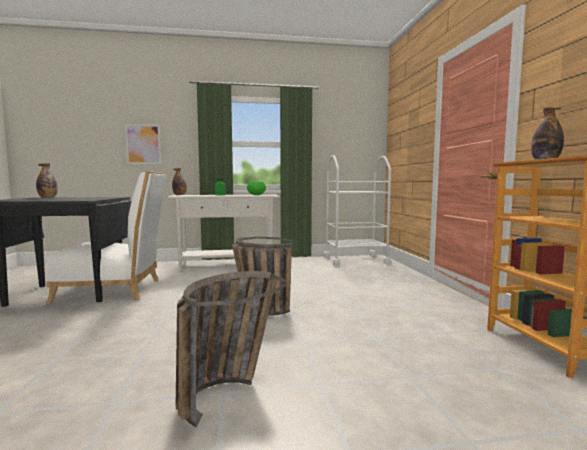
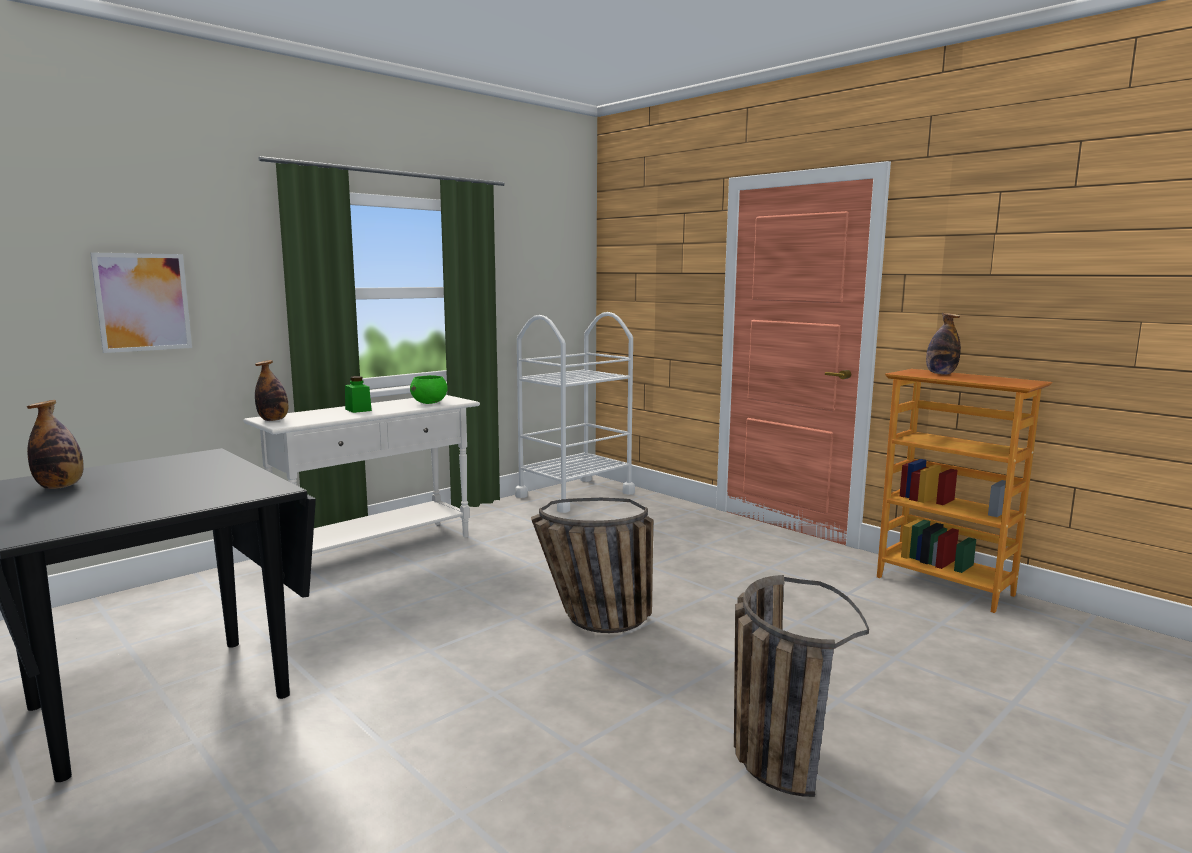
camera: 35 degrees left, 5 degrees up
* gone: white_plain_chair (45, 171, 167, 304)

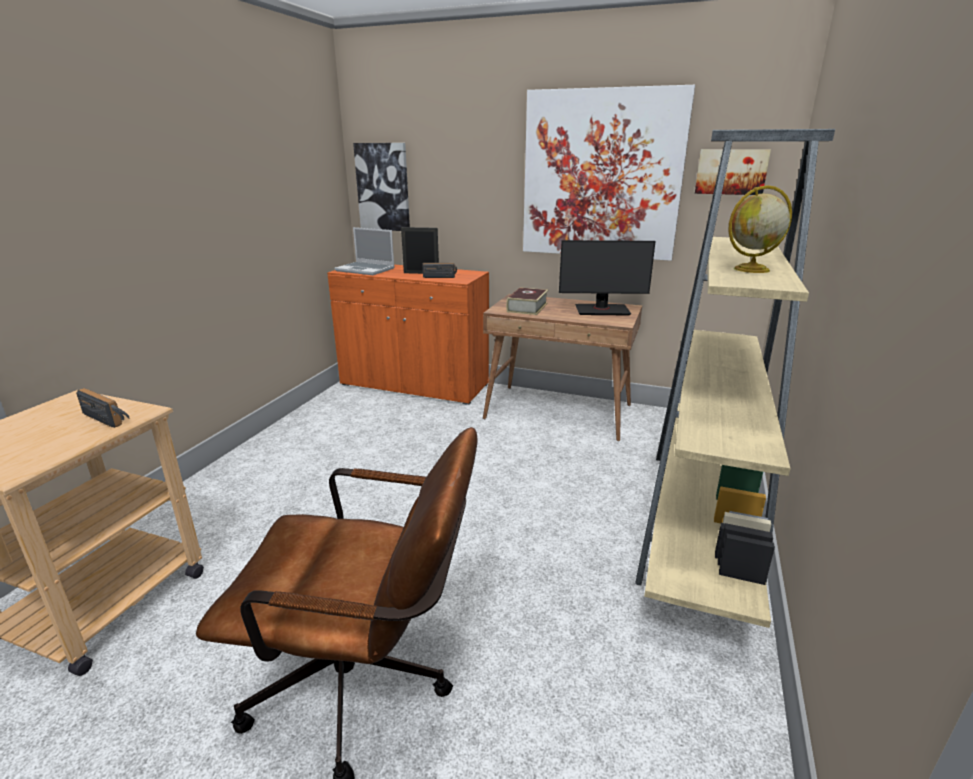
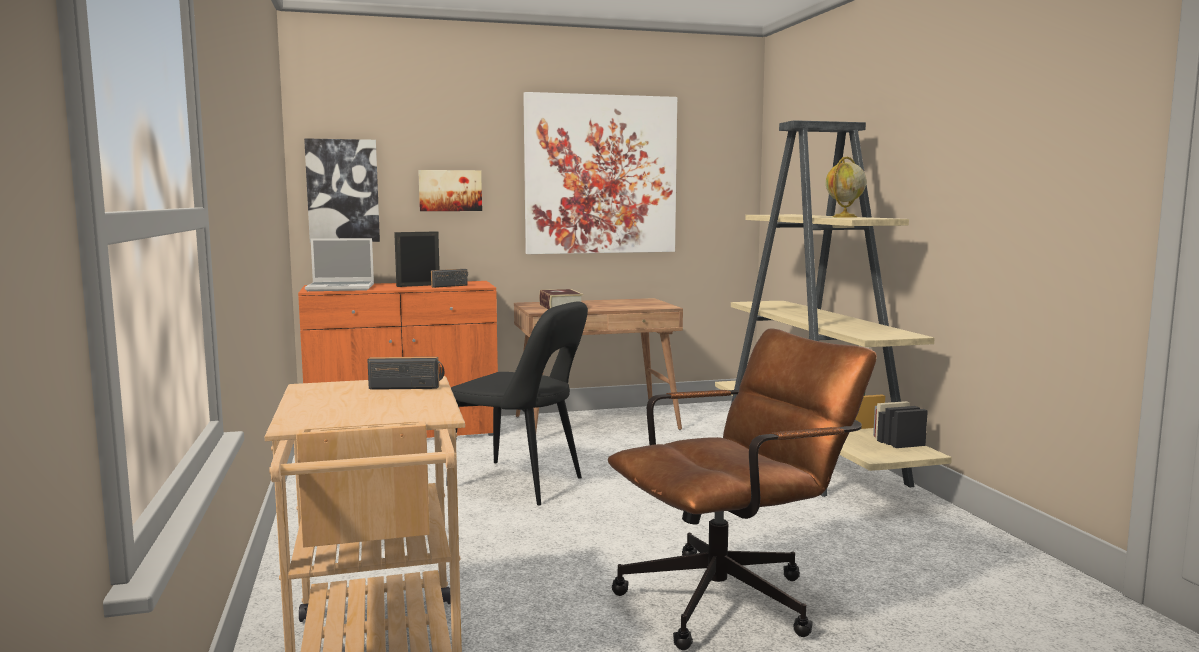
camera: 35 degrees left, 15 degrees down
* gone: computer_display (559, 240, 656, 315)
* shifted: picture (695, 149, 771, 195) to (418, 170, 482, 211)
* new: blackish_plain_chair (446, 301, 588, 505)

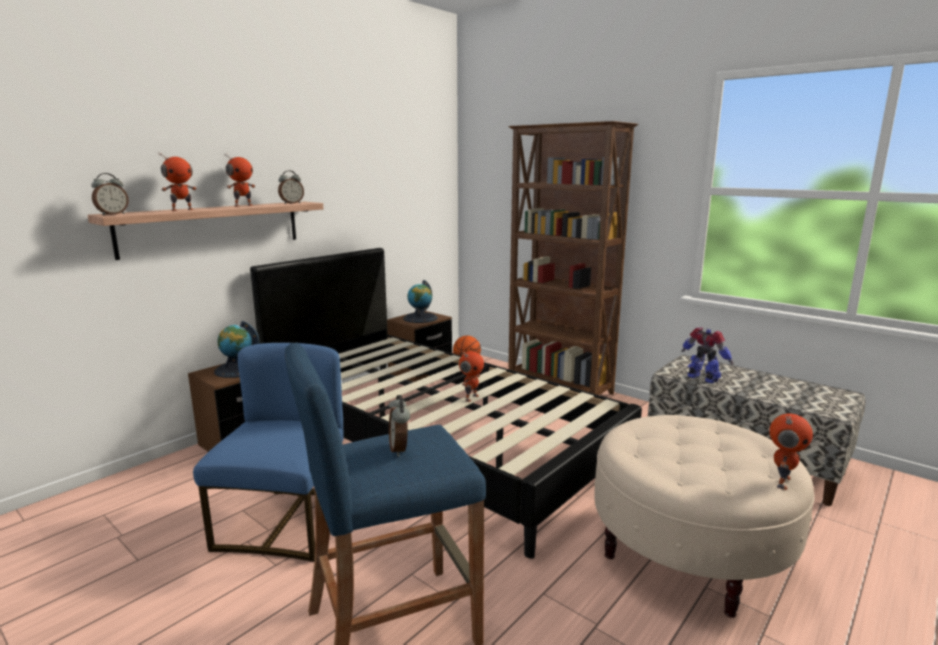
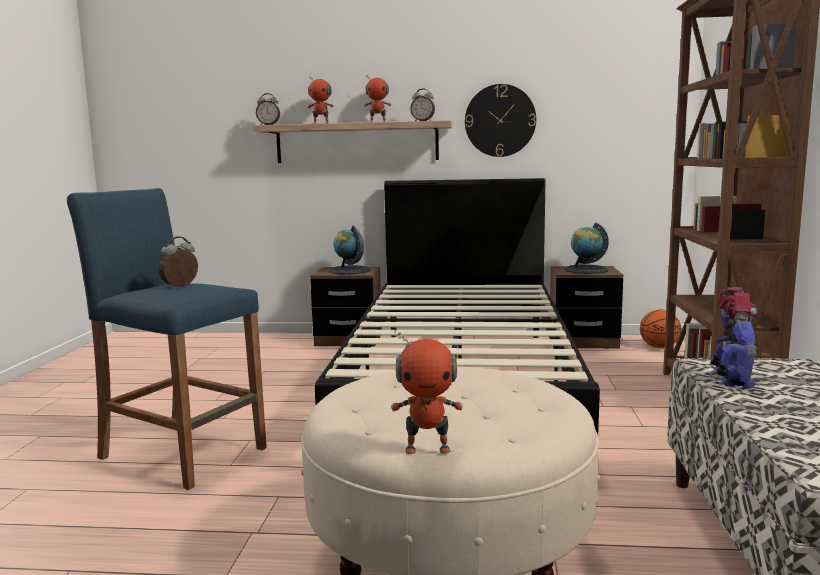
camera: 55 degrees right, 5 degrees down
* gone: bluish_plain_chair (193, 343, 344, 562)
* gone: toy_robot (459, 351, 484, 402)
* new: wall_clock (465, 84, 536, 157)

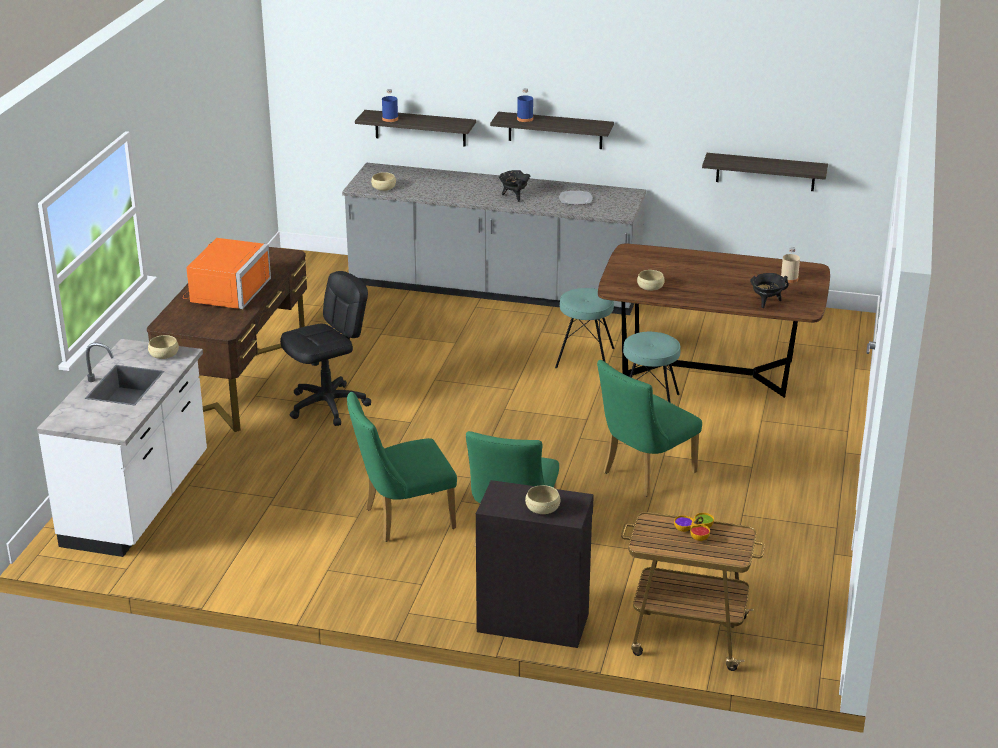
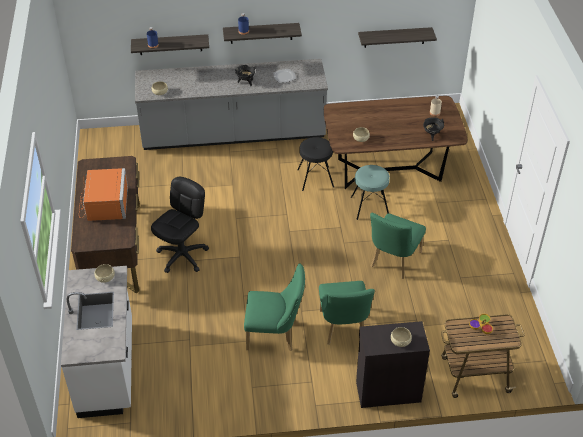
camera: 20 degrees left, 15 degrees up
* rotated: greenish_plain_chair (347, 392, 457, 542) = (244, 263, 305, 351) 135 degrees counterclockwise
* repainted: turquoise_stool (555, 288, 615, 368) to blackish_stool (297, 137, 334, 191)

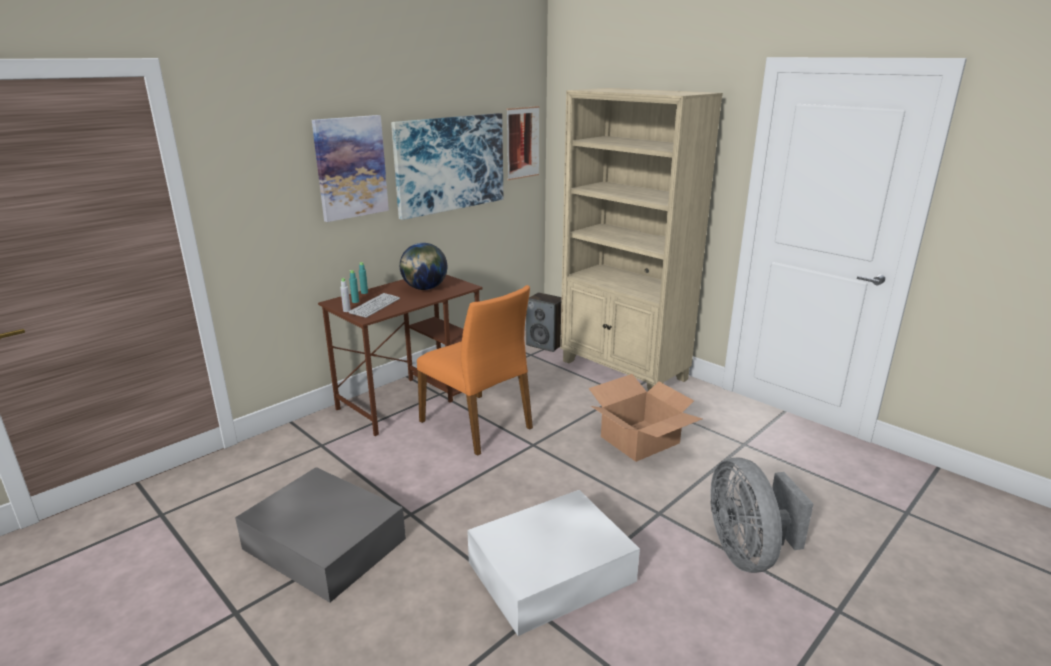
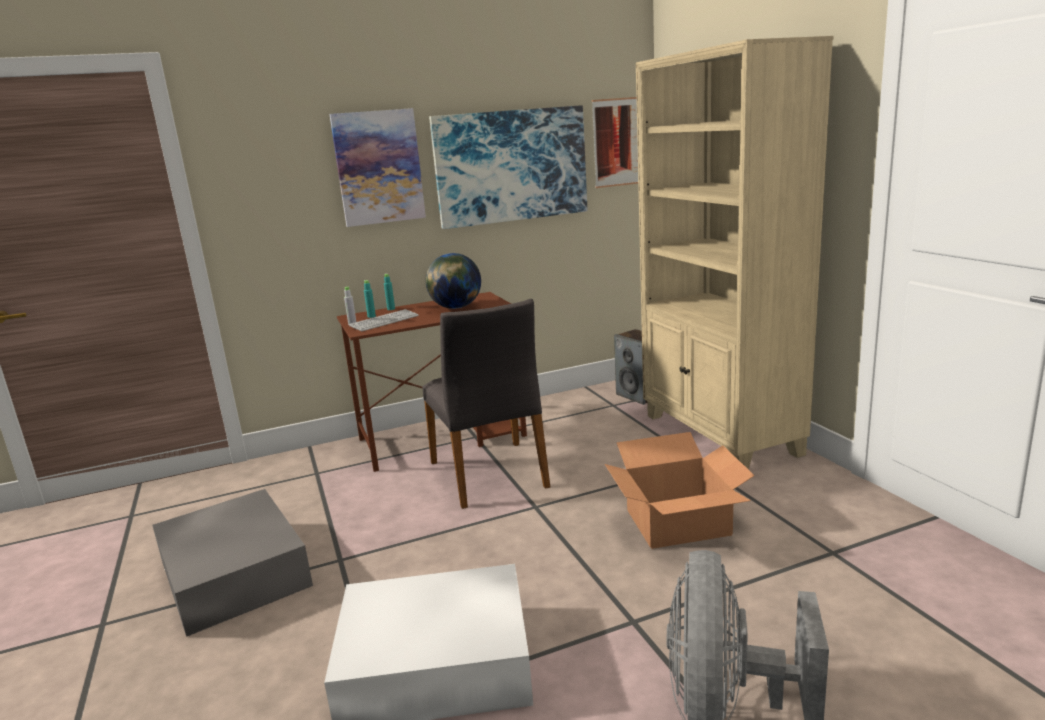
camera: 25 degrees right, 5 degrees down
* repainted: orange_plain_chair (417, 285, 533, 456) to greyish_plain_chair (423, 299, 550, 509)

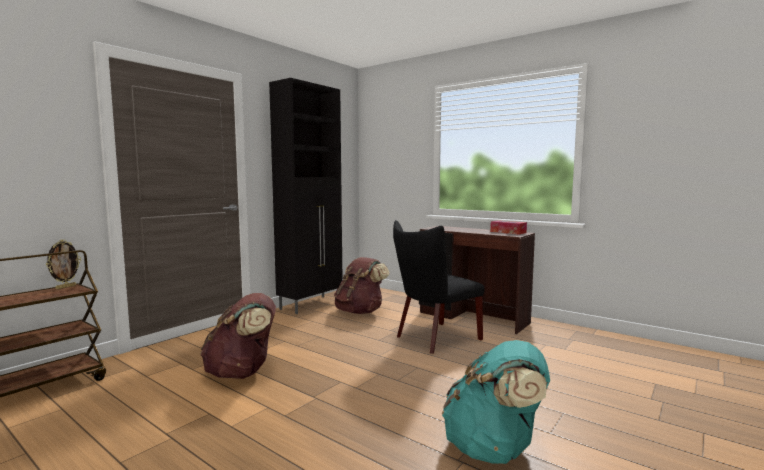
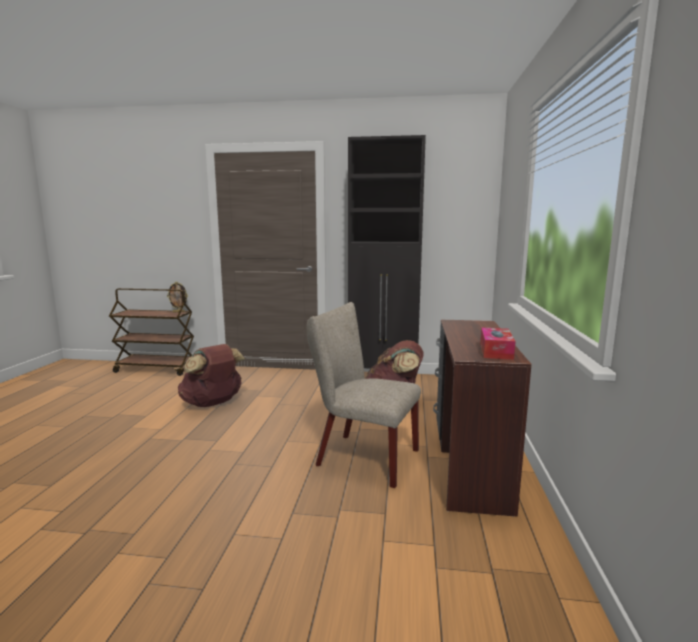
camera: 60 degrees right, 5 degrees up
* repainted: blackish_plain_chair (393, 220, 484, 354) to beige-coloured_plain_chair (307, 302, 421, 488)
* gone: turquoise_knapsack (442, 340, 550, 464)

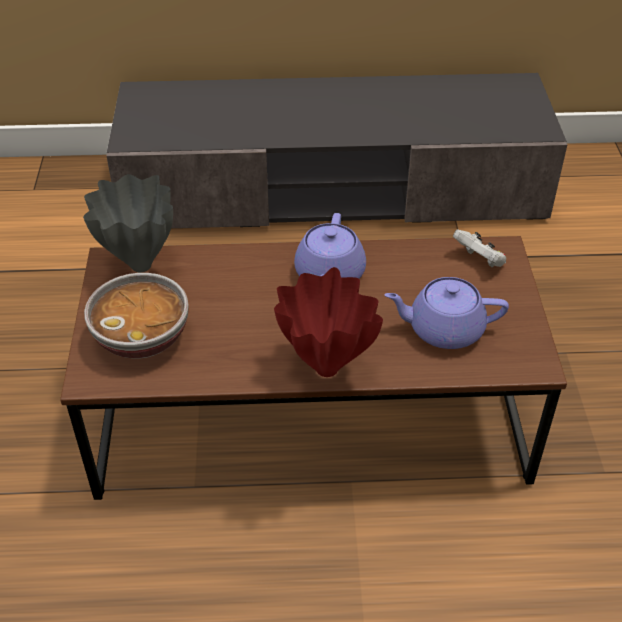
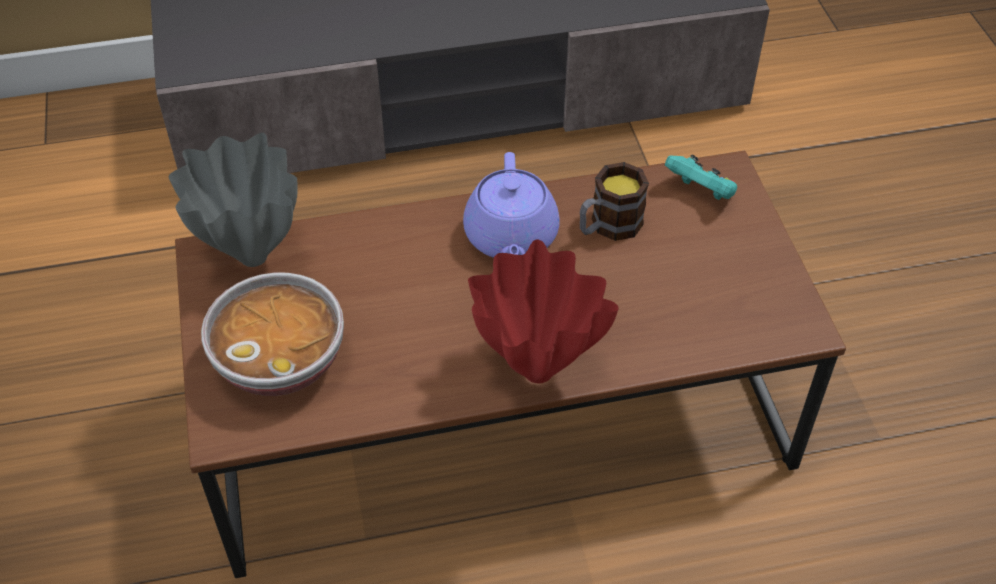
camera: 10 degrees left, 5 degrees up
* gone: purplish_teapot (384, 277, 509, 349)
* repainted: white_gamepad (453, 230, 507, 267) to turquoise_gamepad (665, 155, 737, 200)
* new: tea_mug (580, 162, 649, 241)

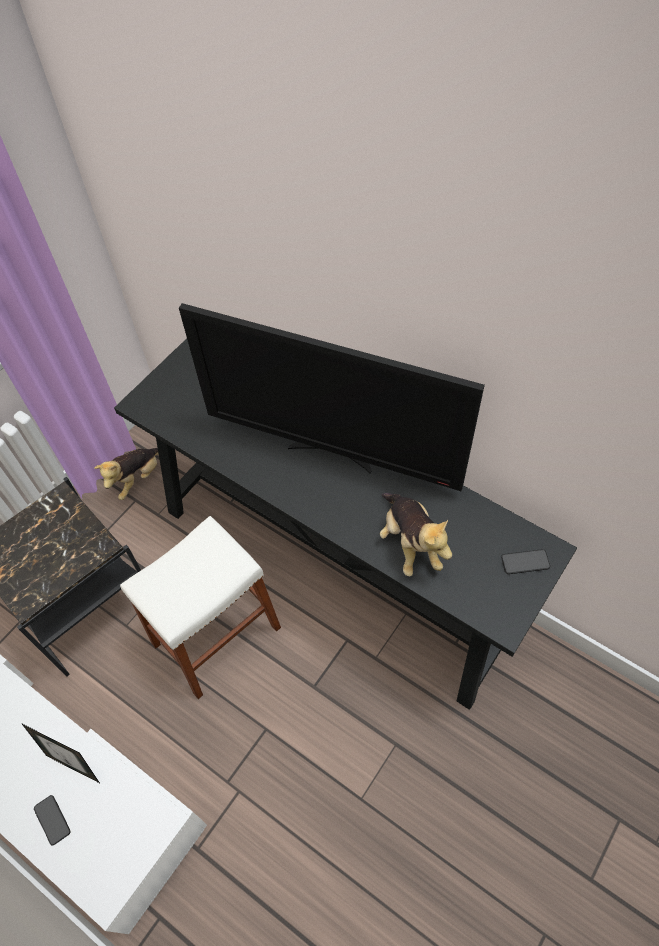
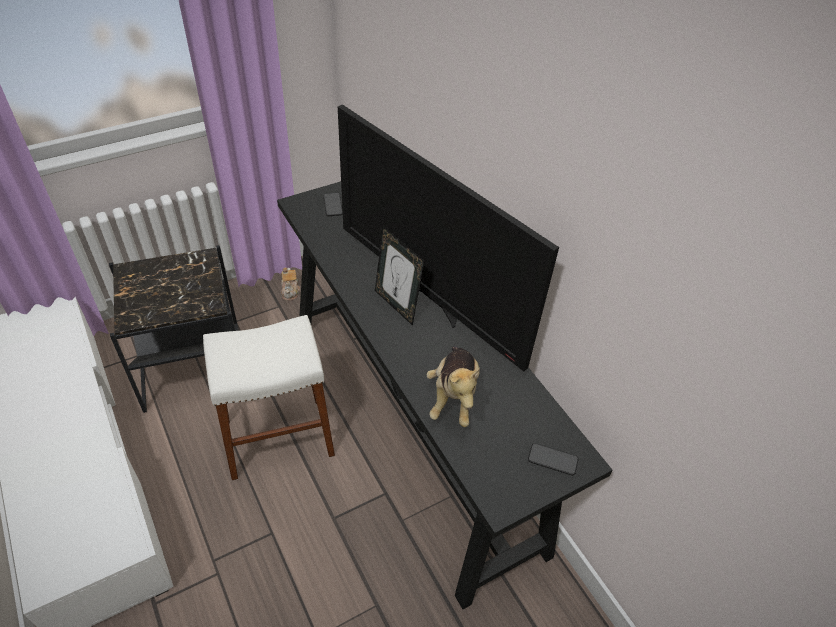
camera: 20 degrees right, 10 degrees down
* shifted: photo_frame (21, 723, 100, 783) to (375, 226, 424, 326)
* shifted: phone (34, 795, 71, 845) to (323, 193, 343, 216)
* swapped: plush_toy (95, 448, 159, 500) to teapot (281, 267, 300, 301)

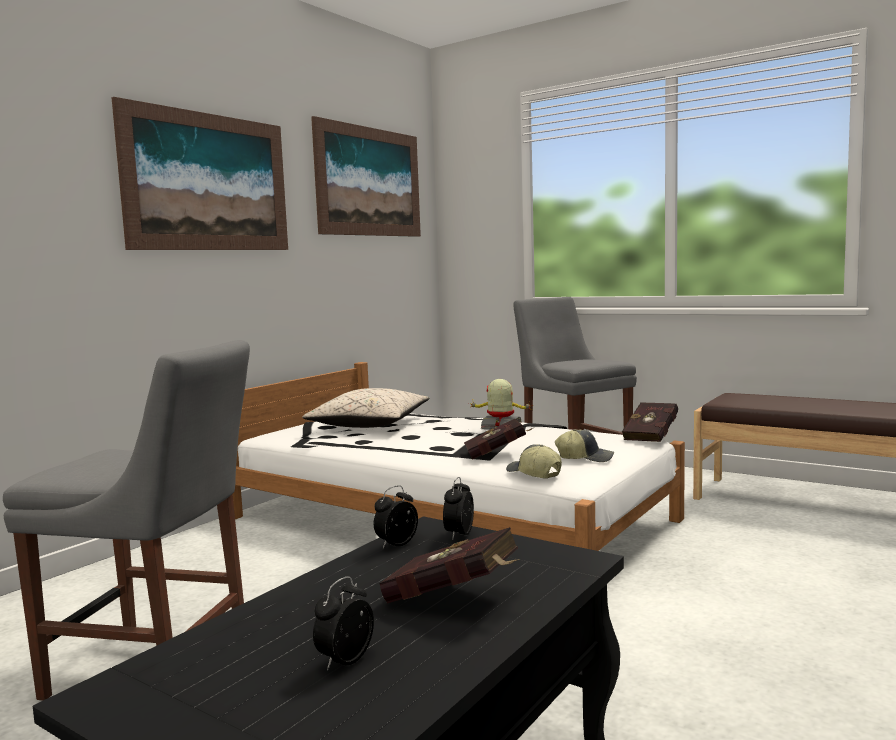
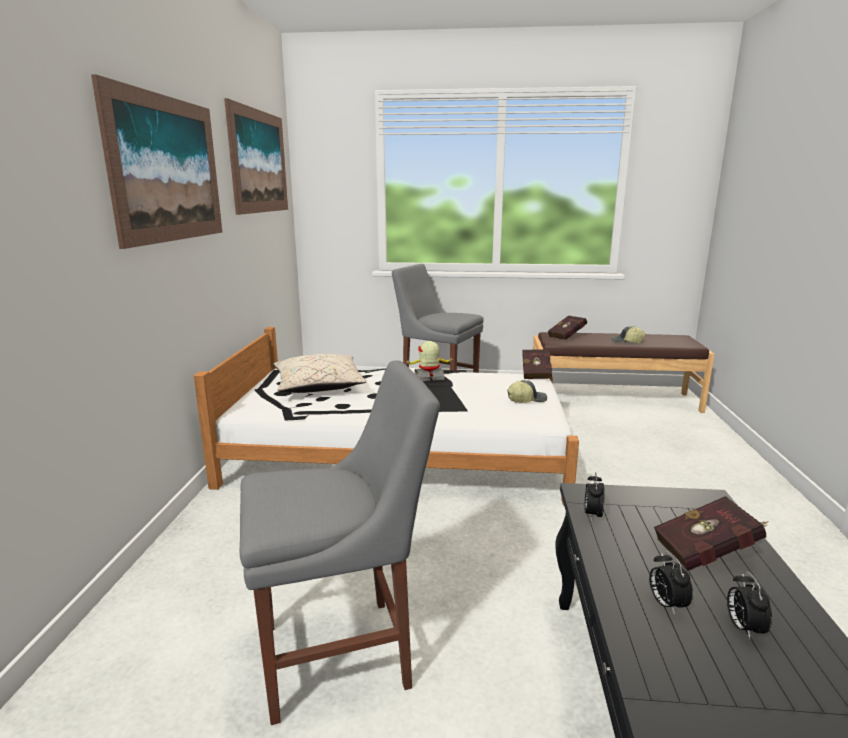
camera: 30 degrees left, 10 degrees up
* shifted: bedside_clock (443, 477, 474, 539) to (649, 551, 693, 615)
* shifted: red_volume (464, 419, 533, 460) to (548, 315, 587, 340)
* shifted: peaked_cap (506, 444, 562, 479) to (611, 326, 646, 343)

